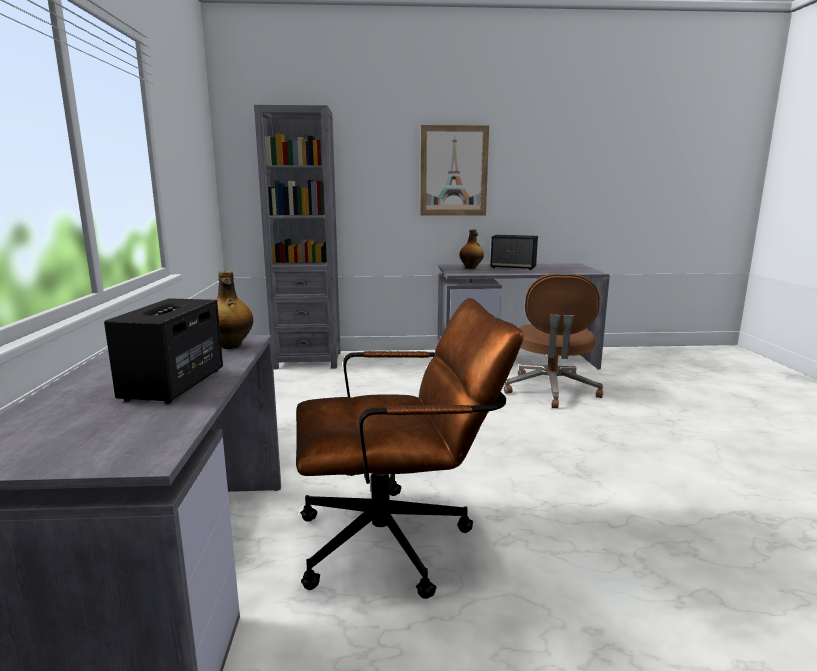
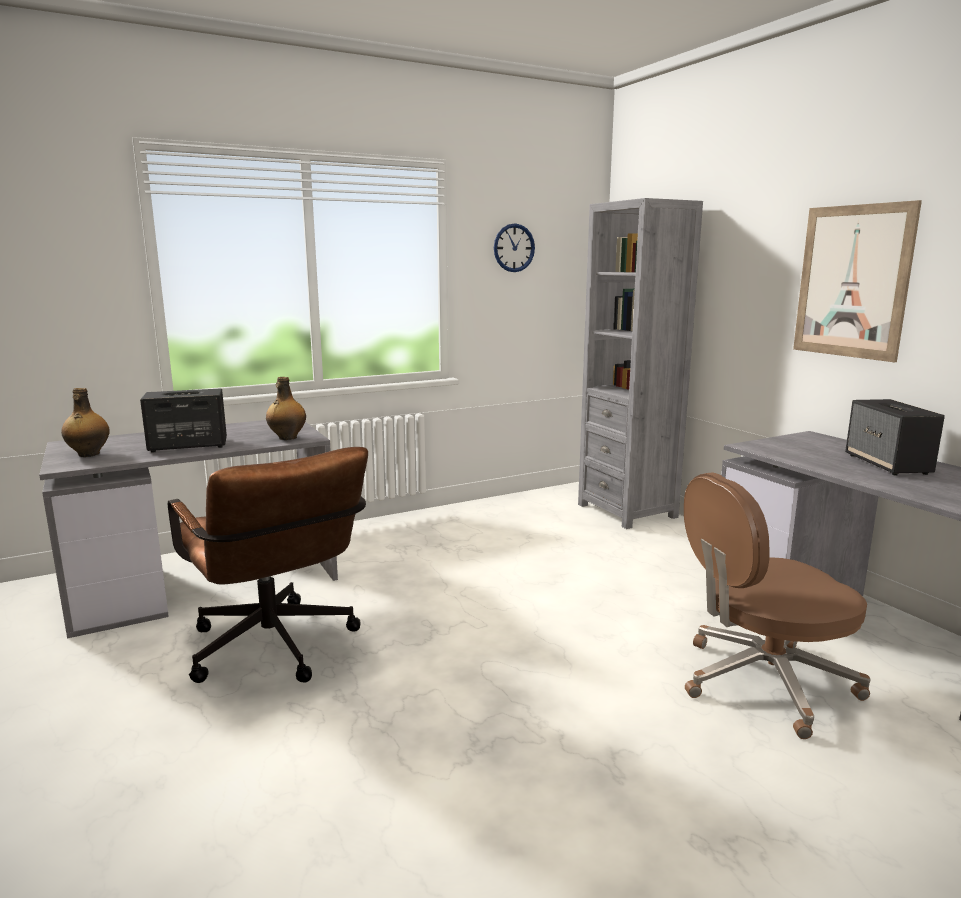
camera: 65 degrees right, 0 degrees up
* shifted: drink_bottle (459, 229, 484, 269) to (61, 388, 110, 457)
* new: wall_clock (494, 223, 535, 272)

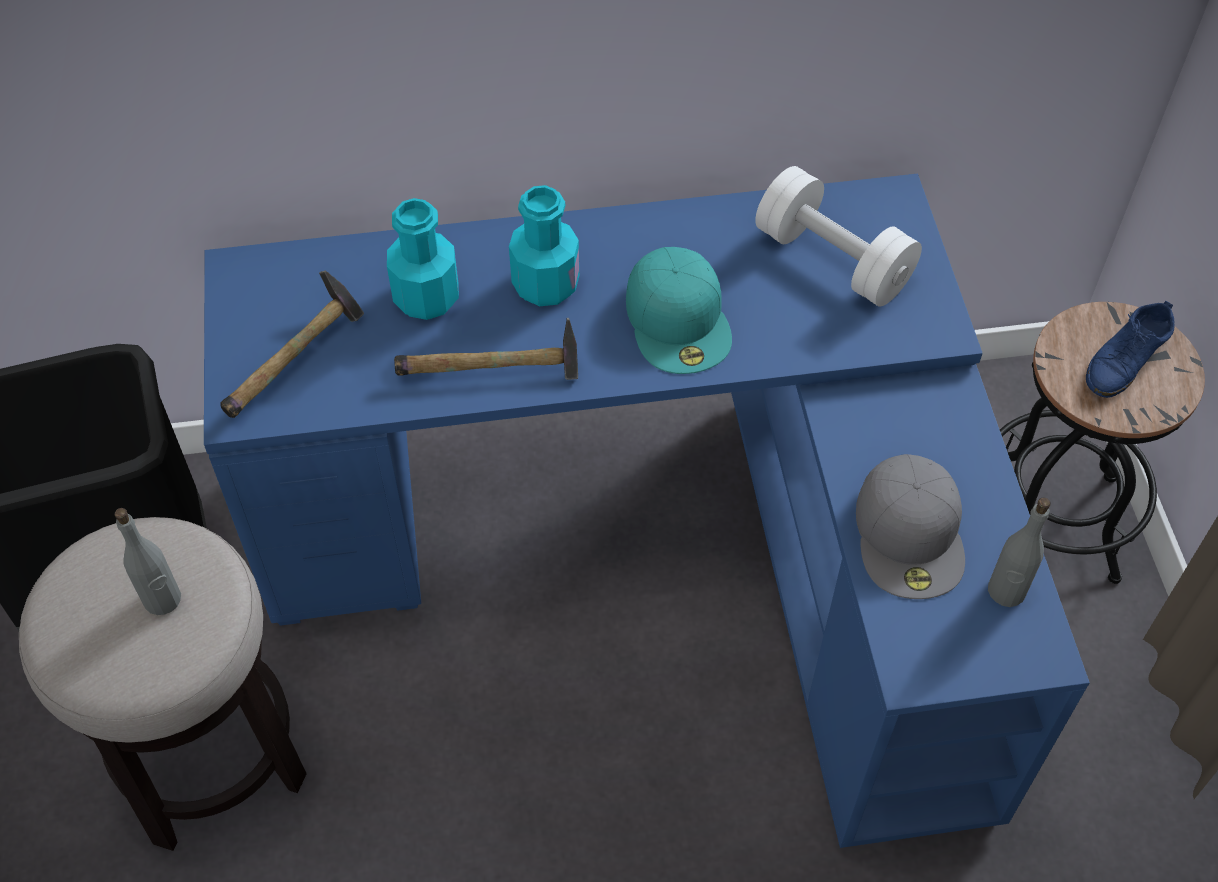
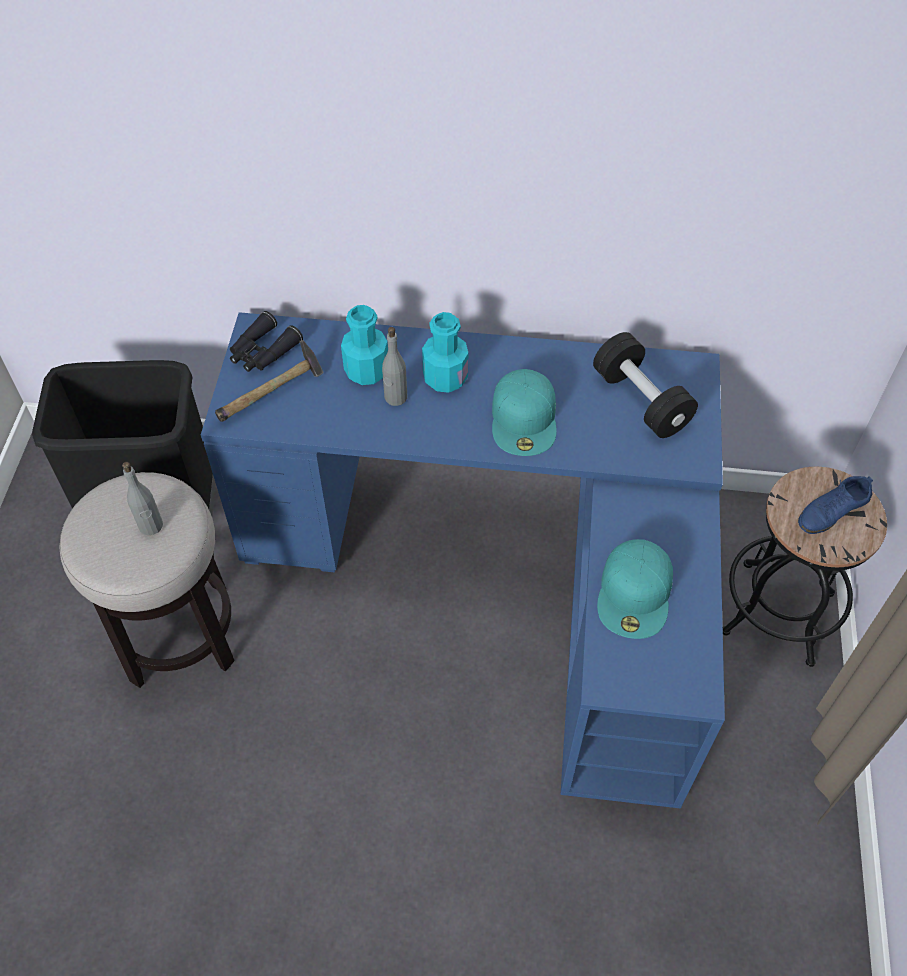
camera: 15 degrees right, 0 degrees up
* gone: hammer (394, 318, 578, 380)
* repainted: white_free_weight (755, 166, 922, 307) to blackish_free_weight (593, 332, 698, 438)
* repainted: greyish_peaked_cap (856, 454, 965, 599) to turquoise_peaked_cap (597, 539, 673, 639)
* shifted: greyish_drink_bottle (988, 497, 1051, 607) to (382, 327, 407, 406)
* new: blackish_pair_of_binoculars (230, 311, 303, 372)

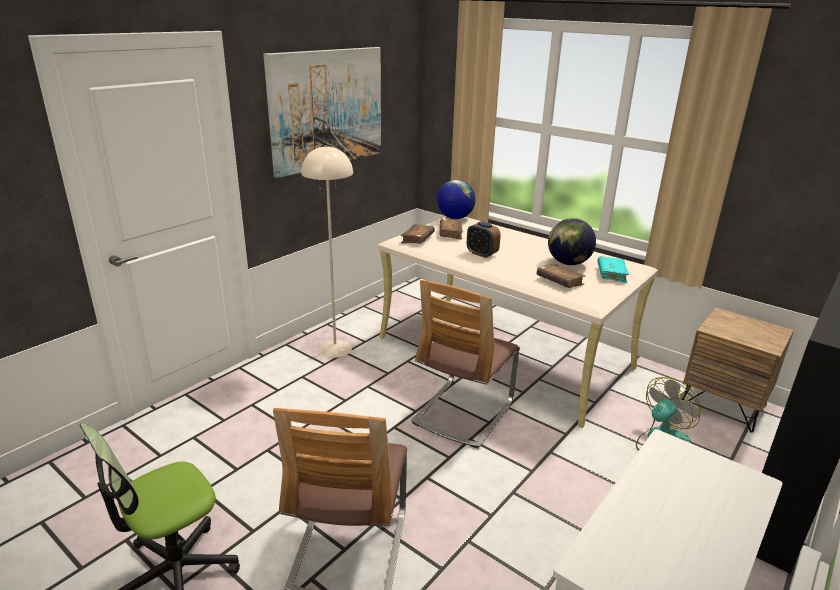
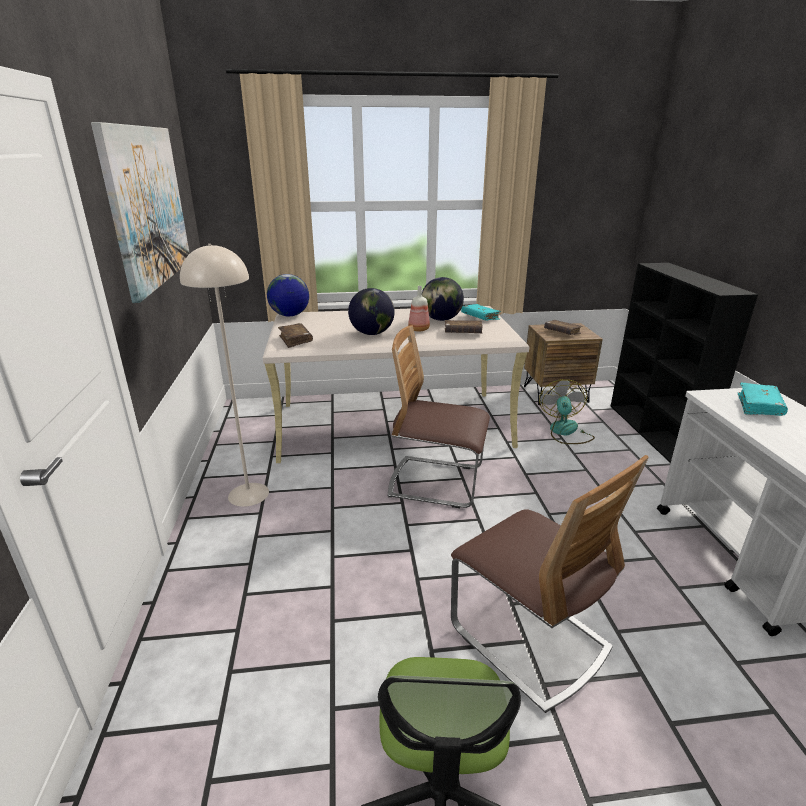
camera: 45 degrees left, 0 degrees up
* rotated: plain_chair (411, 280, 520, 448) = (388, 325, 490, 508) 120 degrees clockwise
* shifted: brownish_volume (439, 219, 463, 240) to (544, 320, 582, 335)
* swapped: bedside_clock (467, 221, 501, 258) to world_globe (348, 288, 395, 335)
* new: drink_bottle (408, 286, 430, 332)
* new: turquoise_volume (738, 383, 788, 416)

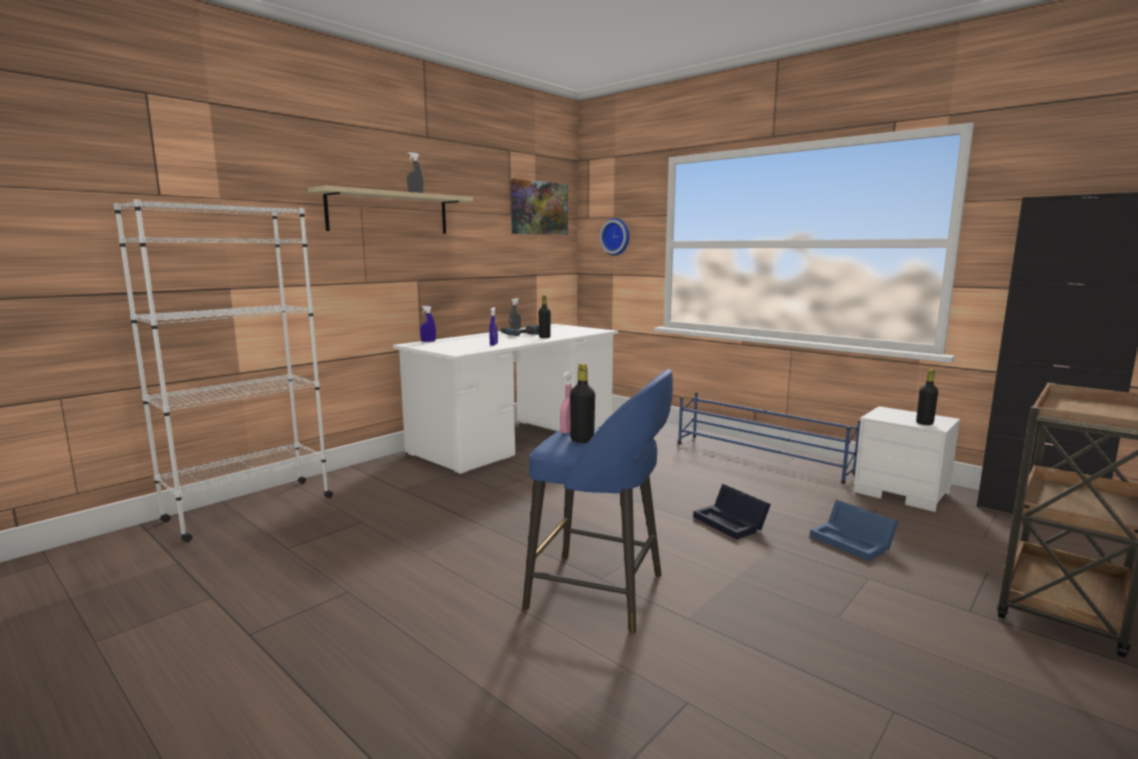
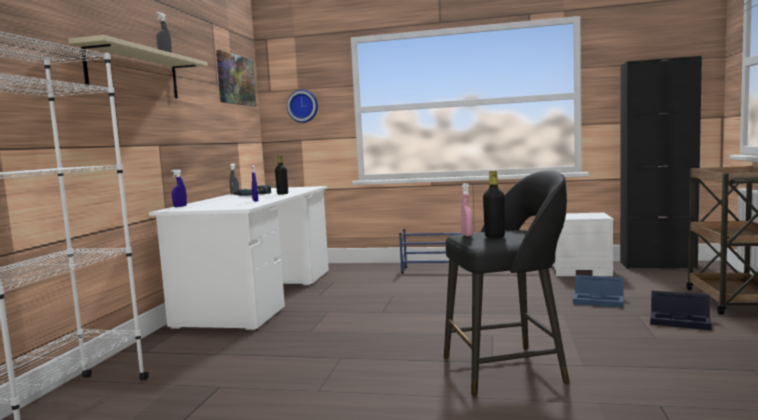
camera: 30 degrees left, 5 degrees down
* repainted: bluish_stool (522, 369, 673, 634) to blackish_stool (444, 170, 570, 396)
* shifted: blackish_storage_bin (693, 484, 771, 540) to (650, 291, 712, 330)
* gone: blackish_drink_bottle (916, 369, 938, 425)

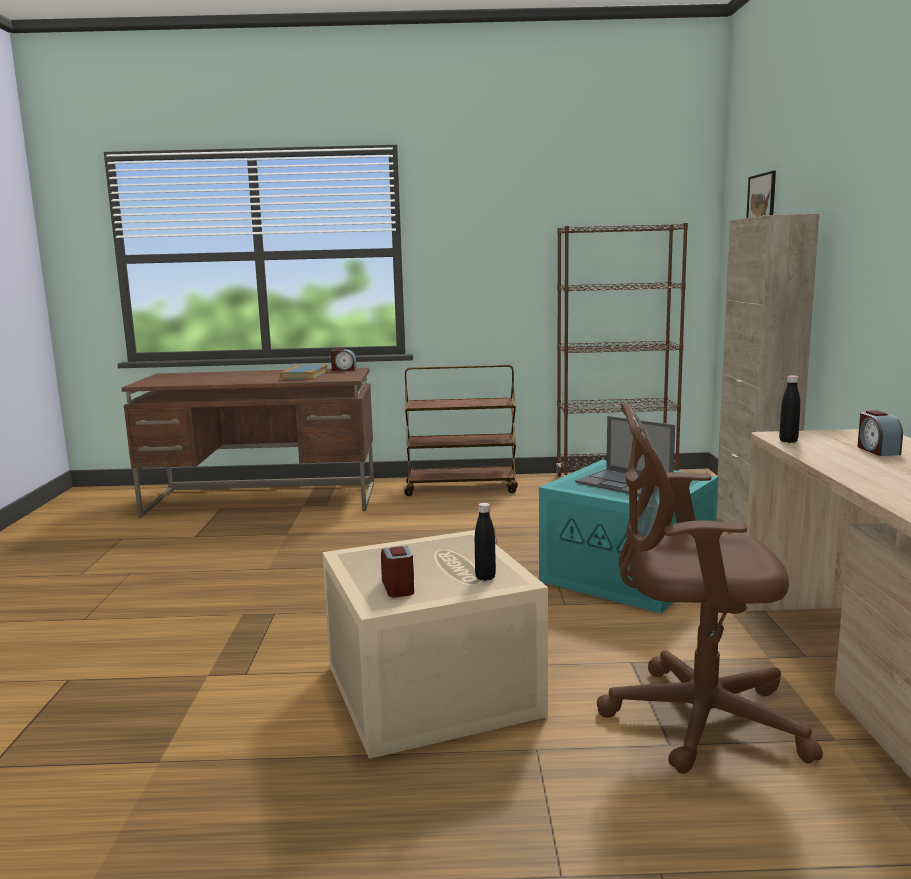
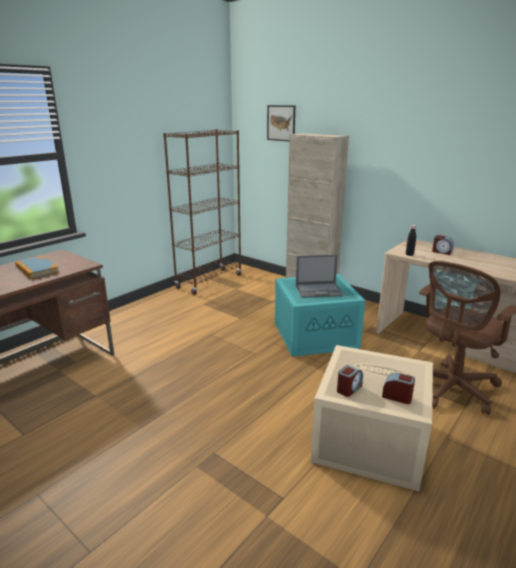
camera: 50 degrees left, 10 degrees up
* shifted: bedside_clock (331, 348, 357, 371) to (337, 365, 363, 397)
* gone: brownish_wheeled_cart (404, 365, 518, 496)
* gone: blackish_drink_bottle (475, 503, 496, 581)

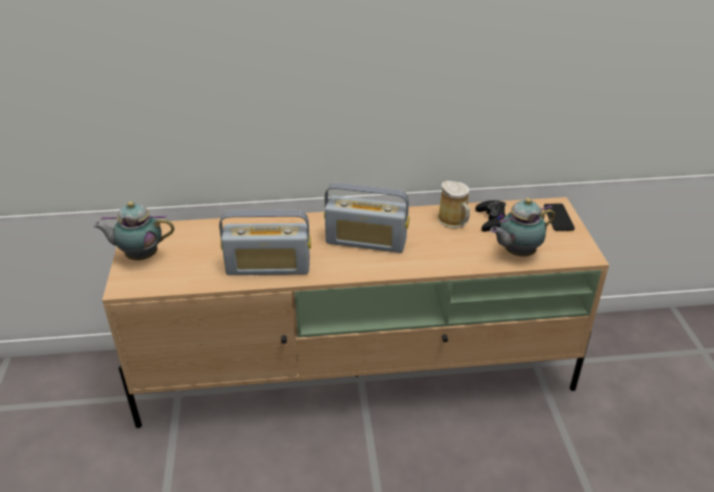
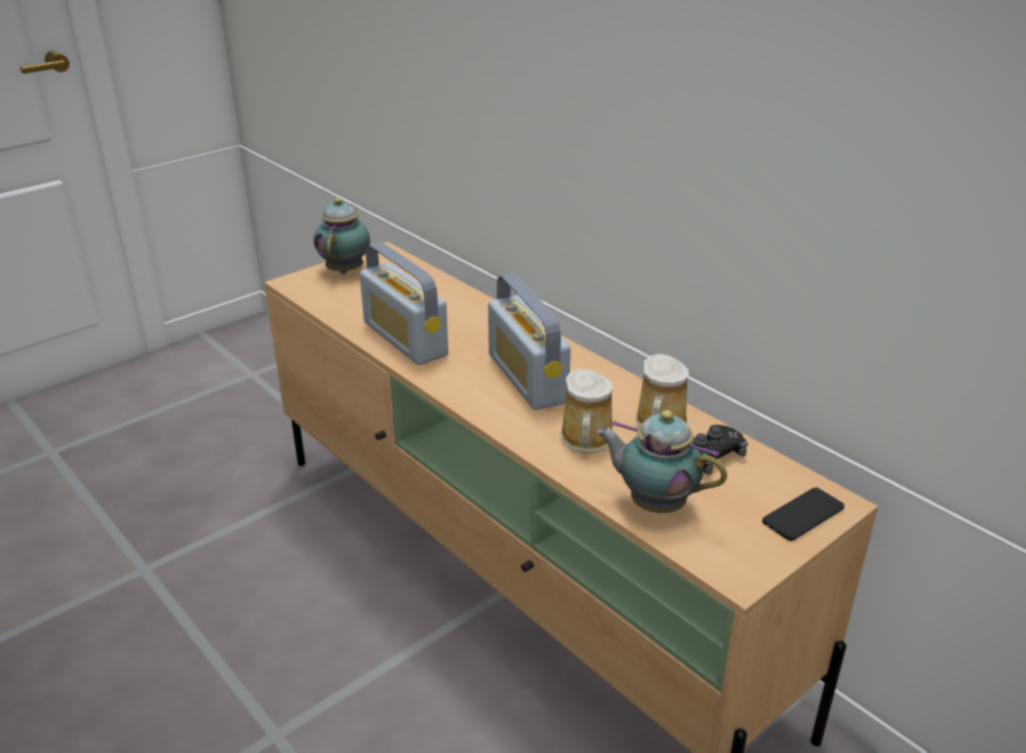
camera: 55 degrees right, 5 degrees down
* rotated: teapot (93, 202, 174, 260) = (314, 198, 370, 274) 45 degrees clockwise
* new: tea_mug (560, 369, 613, 453)

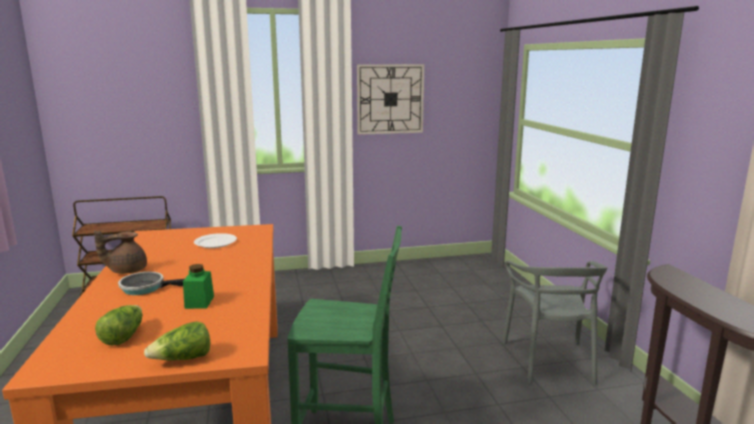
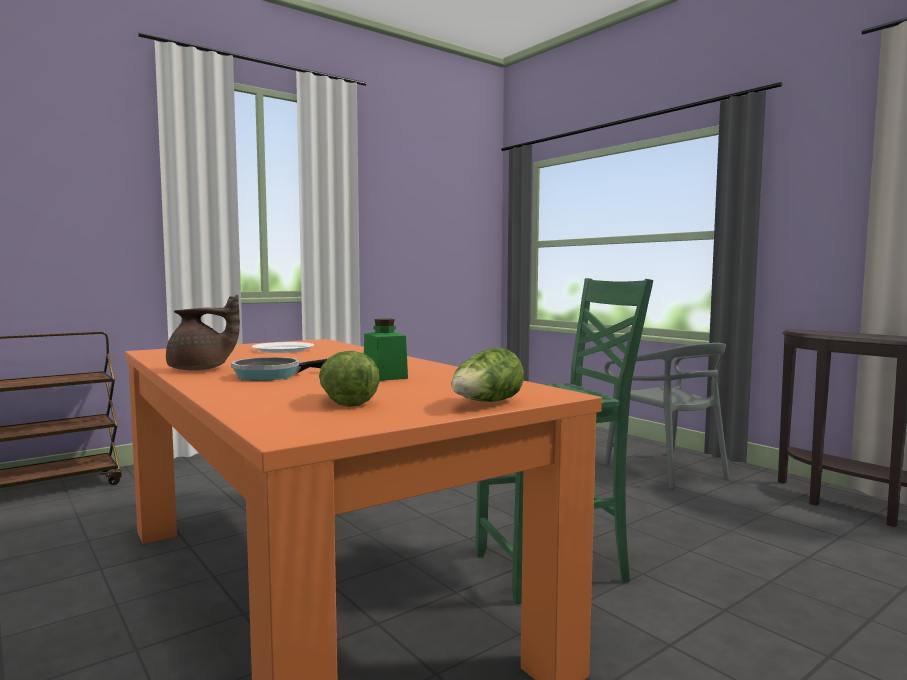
camera: 25 degrees left, 10 degrees down
* rotated: brownish_teapot (94, 231, 147, 274) = (166, 295, 240, 371) 135 degrees counterclockwise
* gone: wall_clock (357, 64, 424, 135)

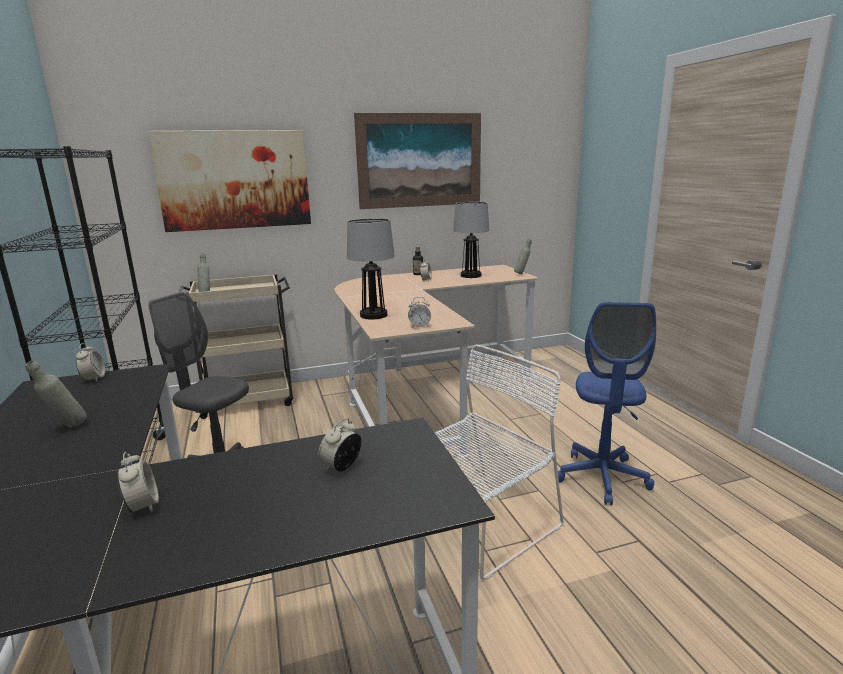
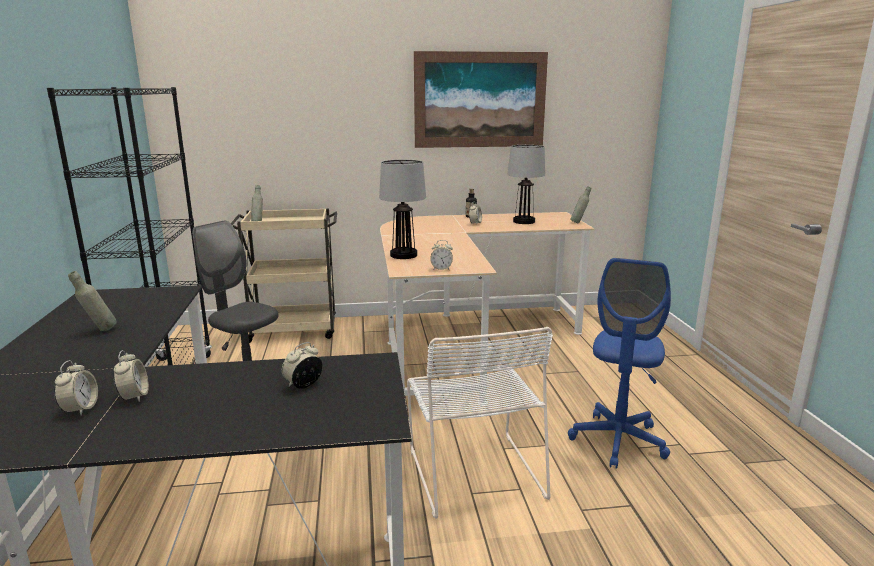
camera: 10 degrees right, 0 degrees up
* shifted: bedside_clock (76, 343, 106, 382) to (54, 360, 98, 416)
* gone: picture (148, 130, 311, 232)
* rotated: white_plain_chair (434, 344, 563, 580) = (407, 327, 553, 519) 105 degrees clockwise

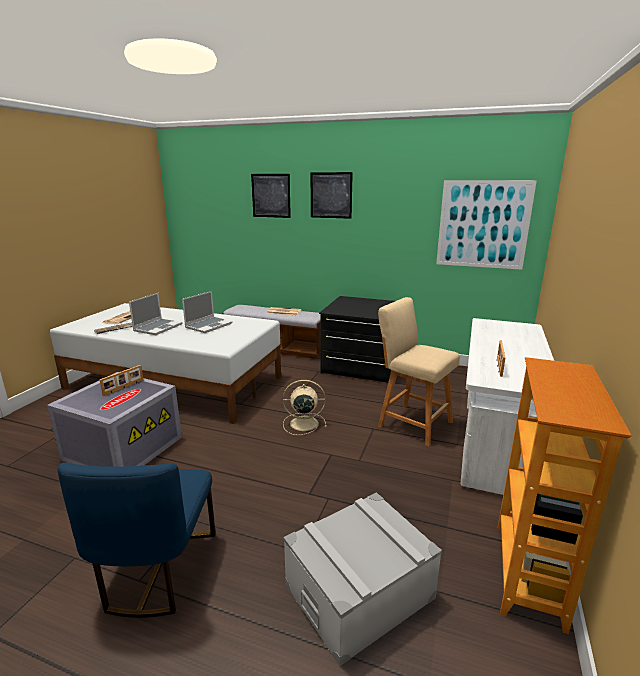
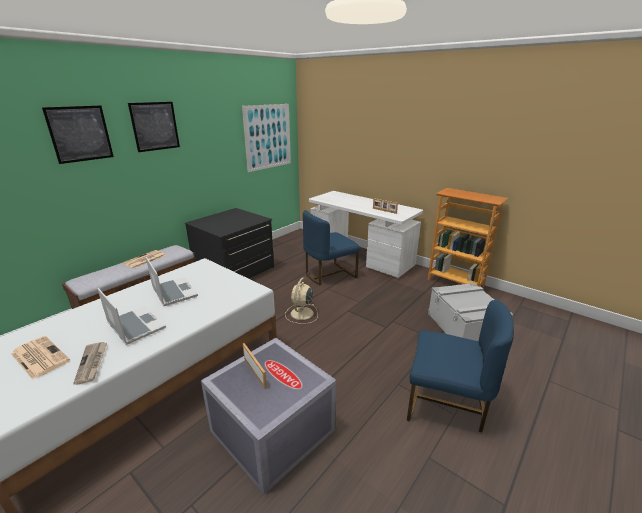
camera: 70 degrees left, 5 degrees up
* swapped: beige-coloured_stool (378, 297, 460, 447) to bluish_plain_chair (303, 210, 360, 285)

